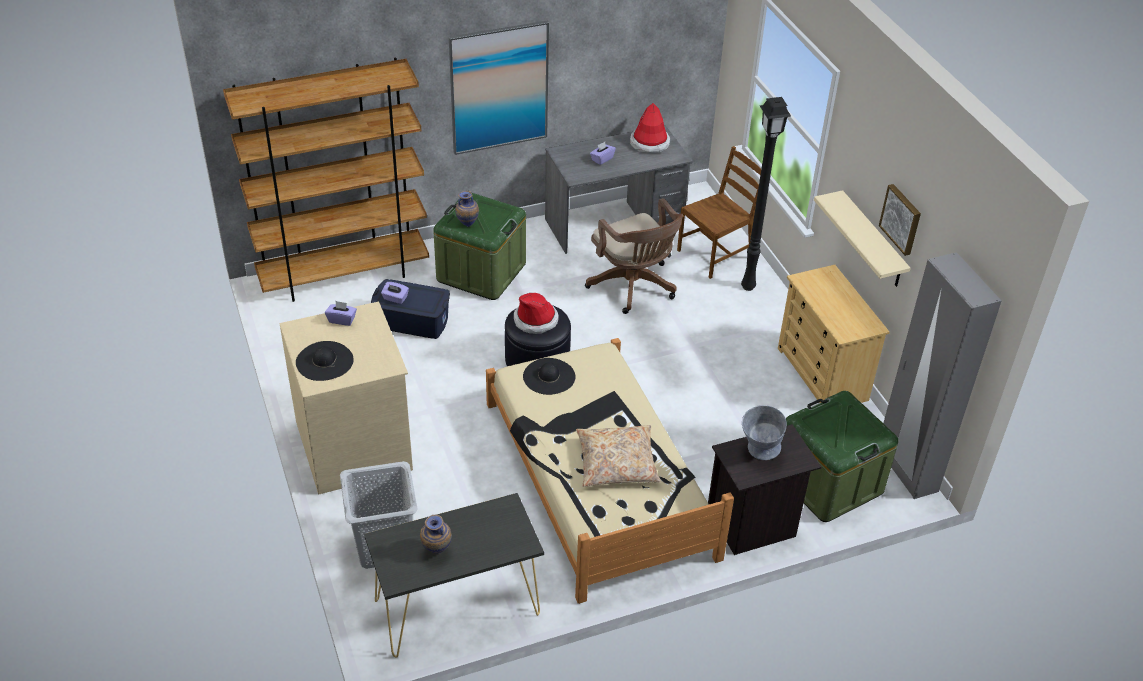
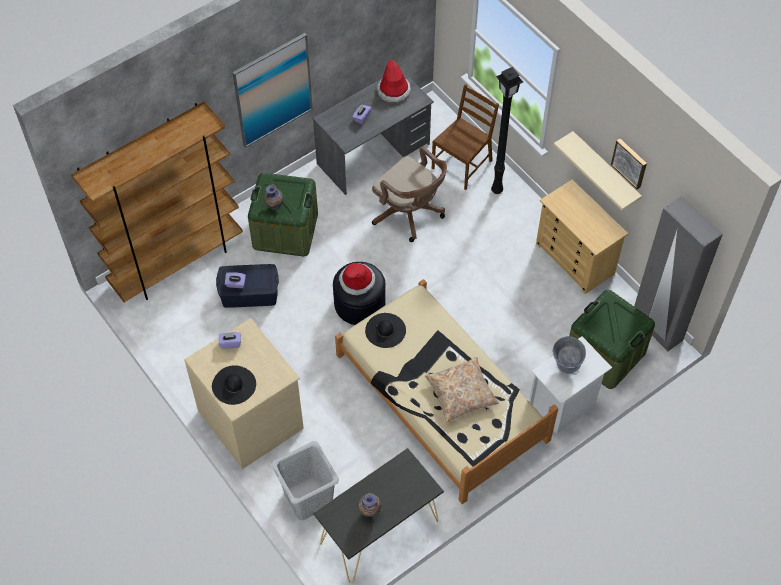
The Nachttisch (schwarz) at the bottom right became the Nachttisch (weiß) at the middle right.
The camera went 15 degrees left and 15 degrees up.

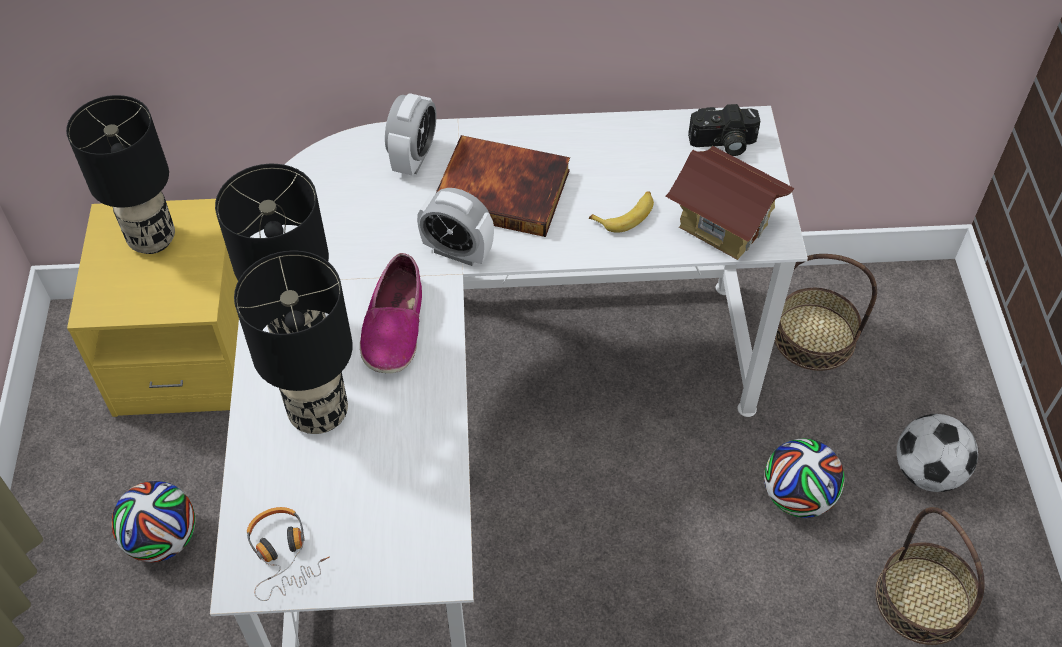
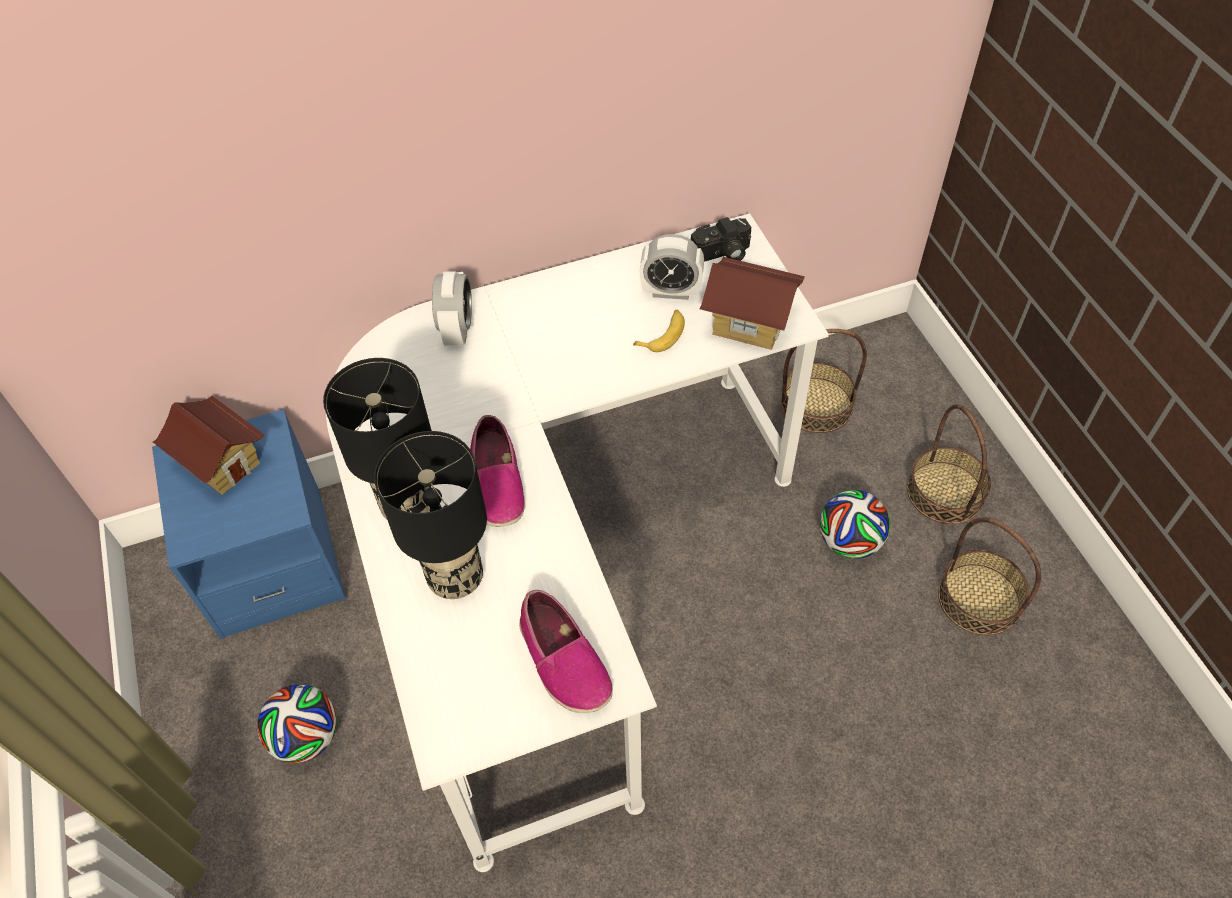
The Nachttisch (gelb) at the middle left became the Nachttisch (blau) at the middle left.
The Tischlampe (schwarz) (no. 1 from left) at the top left was replaced by the Spielzeughaus (no. 1 from left) at the middle left.
The Schuh (no. 2 from left) at the bottom centre appeared.
The Wecker (no. 2 from left) moved from the centre to the top centre.
The Fußball (no. 3 from left) at the bottom right was replaced by the Korb (no. 2 from left) at the middle right.
The Kopfhörer at the bottom left disappeared.
The Buch at the top centre disappeared.
The camera went 15 degrees left and 0 degrees up.

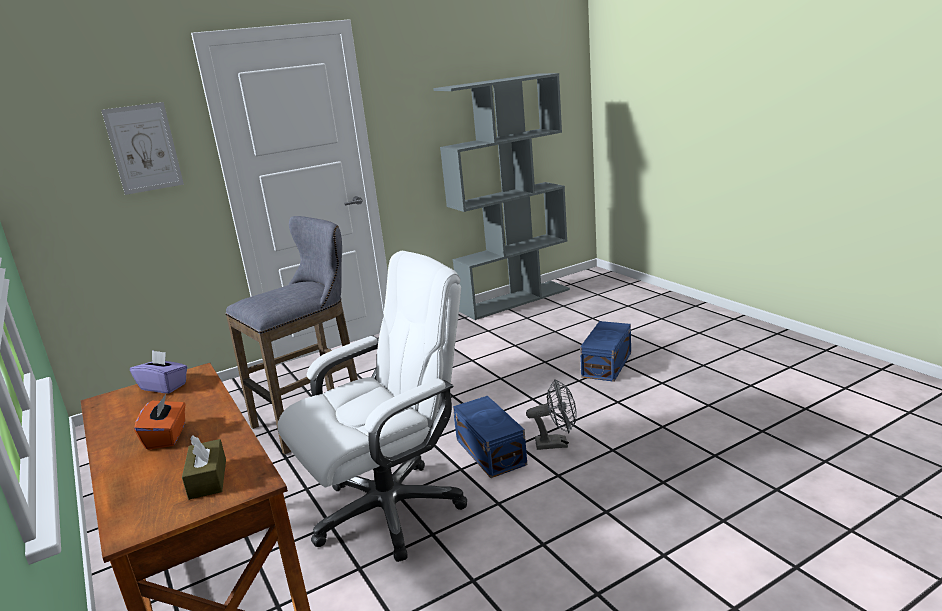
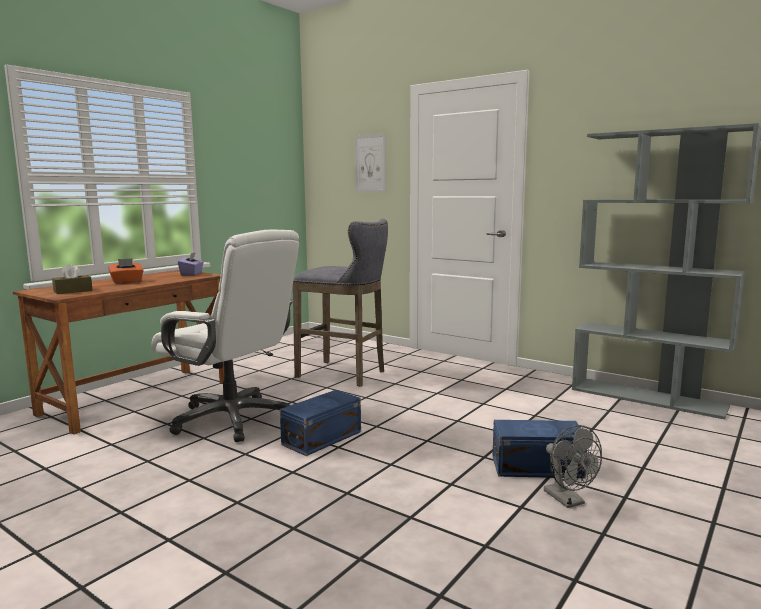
The Ventilator (grau) moved from the bottom centre to the bottom right.
The camera went 65 degrees right and 10 degrees down.

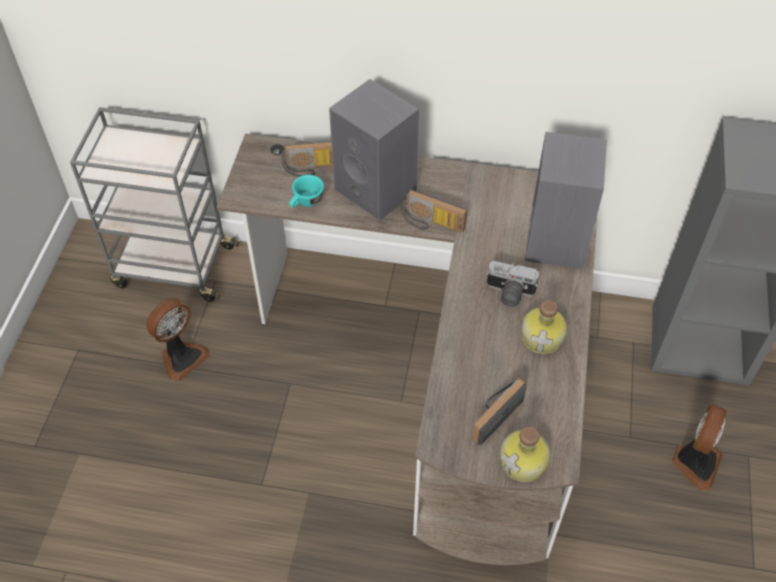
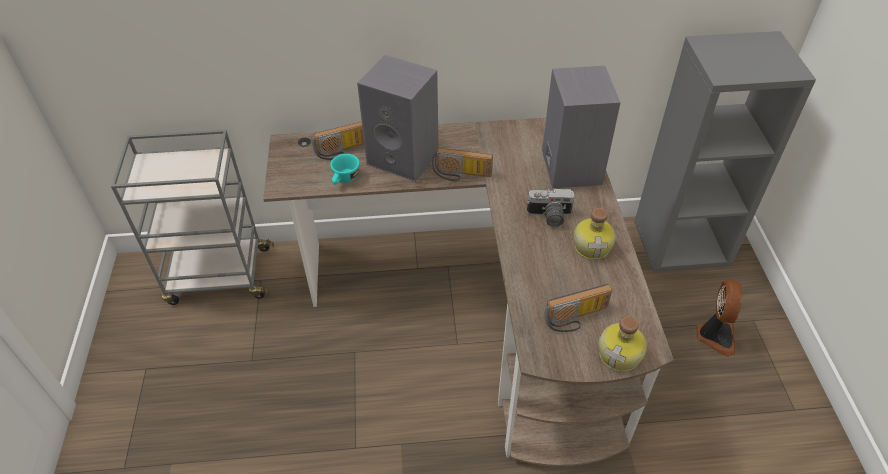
The Radio (no. 3 from left) at the bottom centre turned 135 degrees counterclockwise.
The Ventilator (no. 1 from left) at the middle left disappeared.
The camera went 15 degrees left and 5 degrees down.

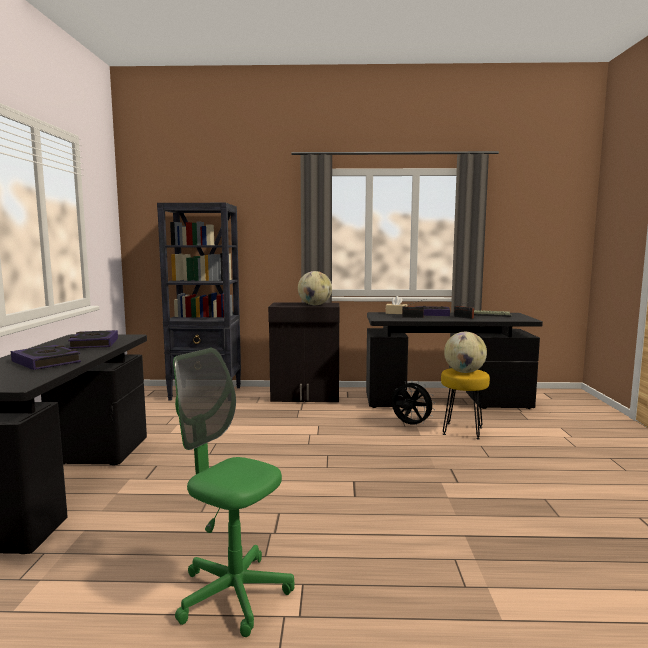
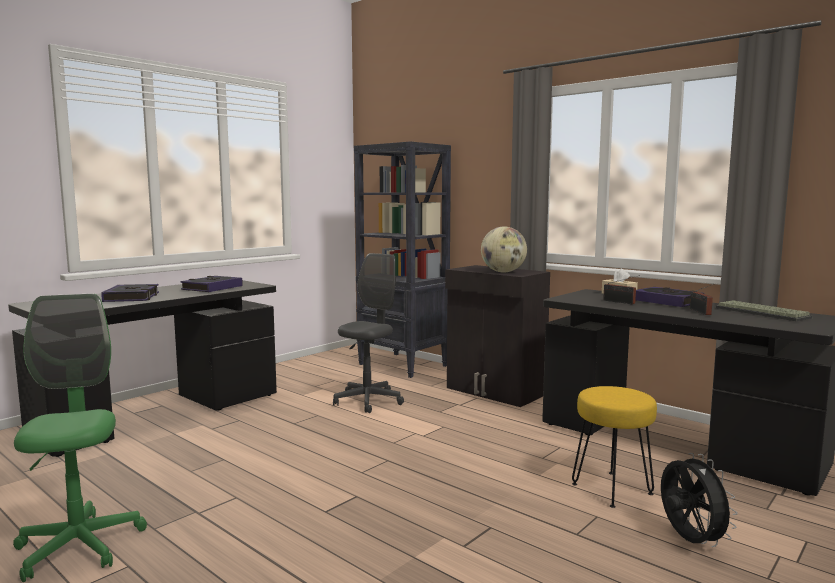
The Bürostuhl (grau) at the centre appeared.
The Ventilator (schwarz) moved from the centre to the bottom right.
The Globus (no. 2 from left) at the middle right disappeared.
The camera went 40 degrees right and 0 degrees up.

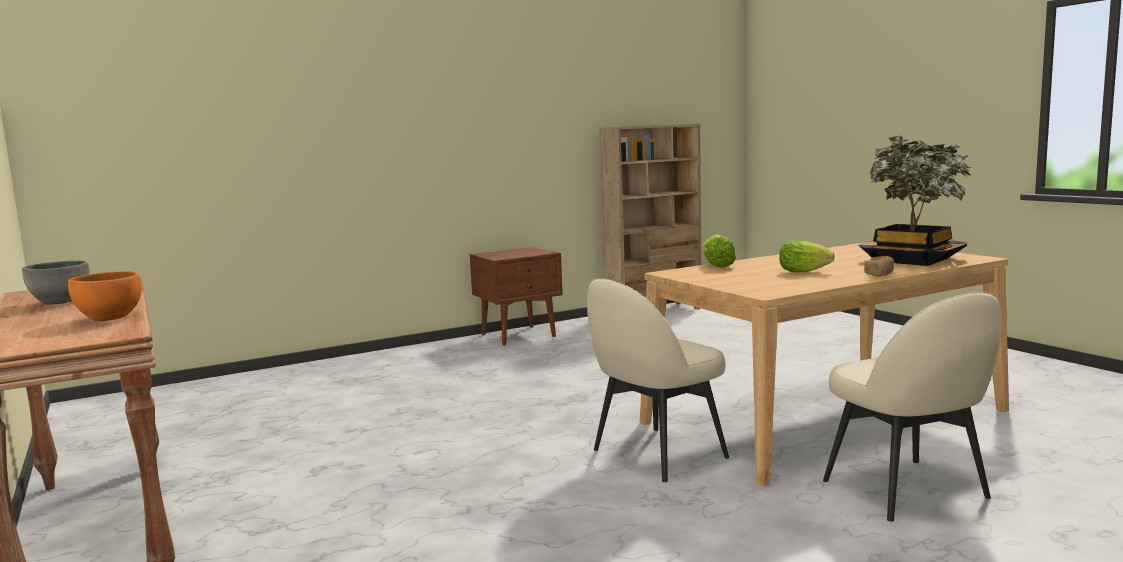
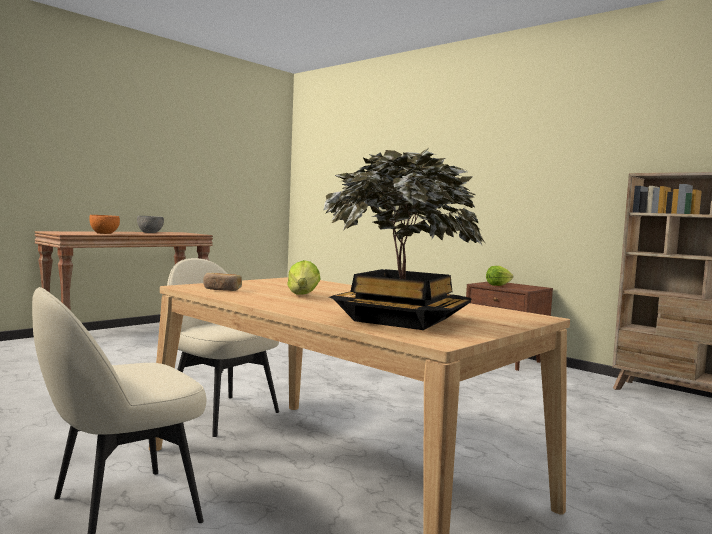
The Brot moved from the middle right to the middle left.
The Salatkopf (no. 1 from left in the first image) moved from the centre to the middle right.
The camera went 70 degrees right and 5 degrees down.

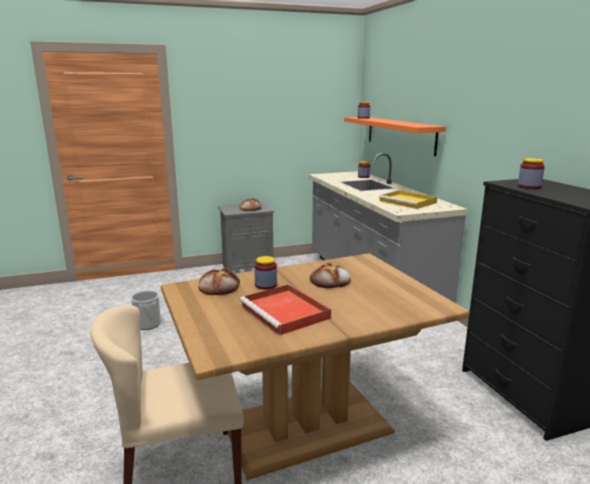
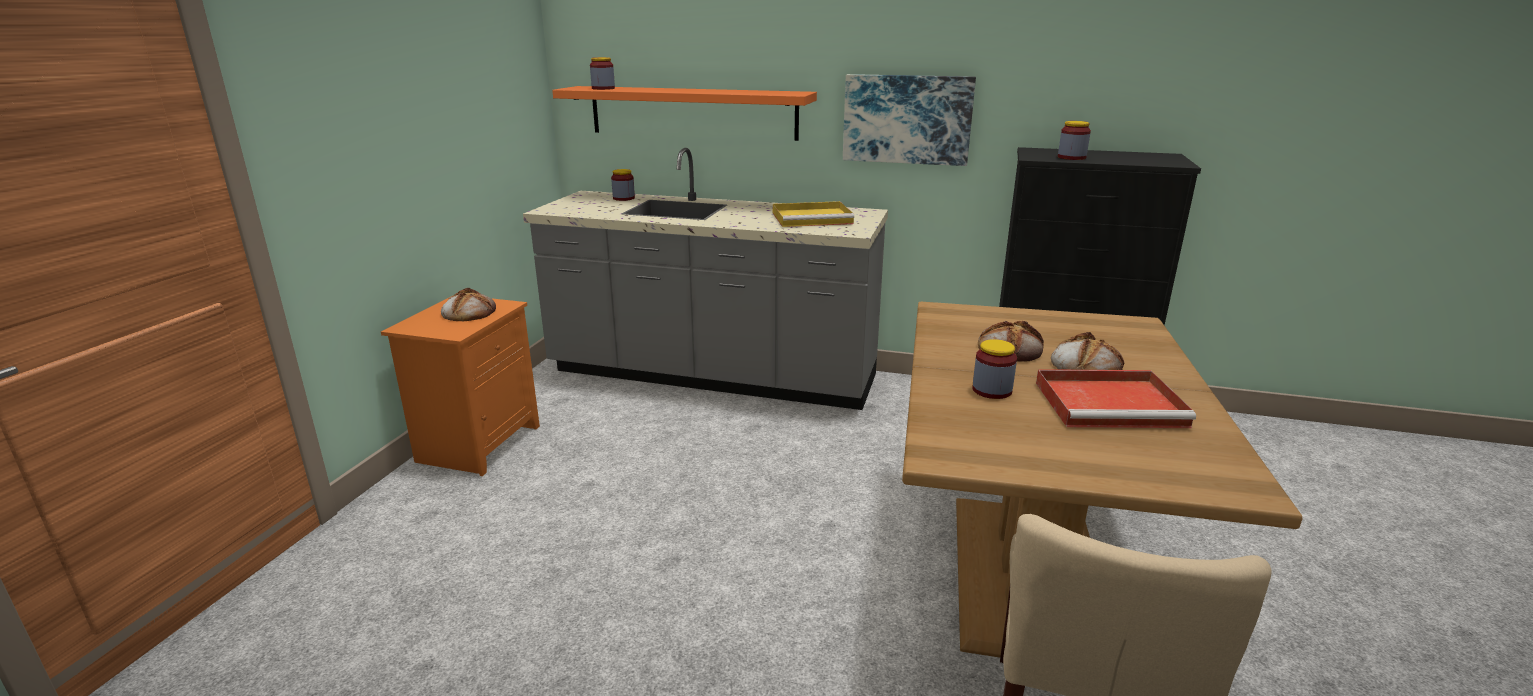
The Nachttisch (grau) at the centre became the Nachttisch (orange) at the middle left.
The Bild at the top centre appeared.
The Brot (no. 1 from left in the first image) moved from the centre to the middle right.
The Eimer at the middle left disappeared.
The camera went 55 degrees left and 5 degrees up.

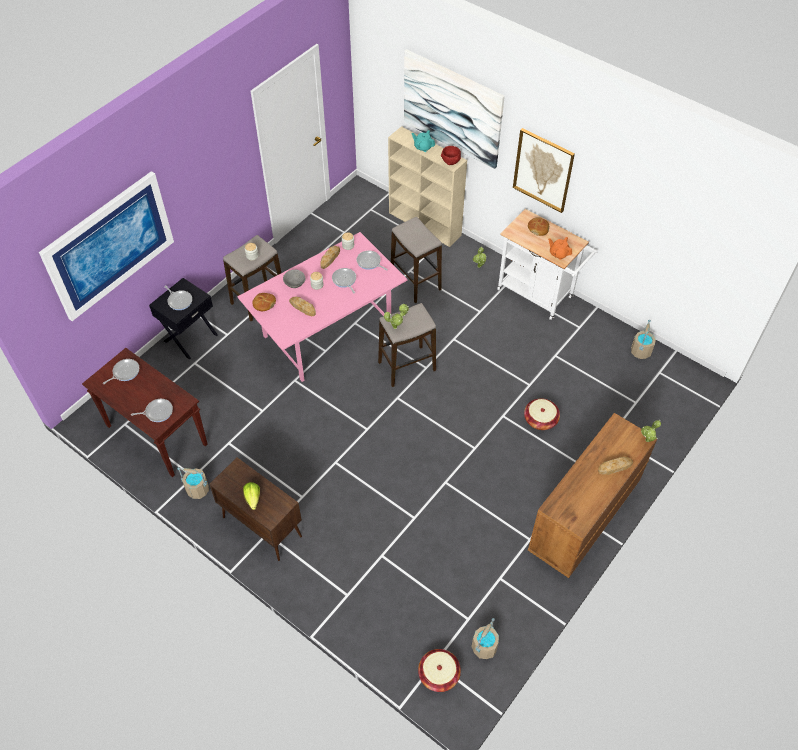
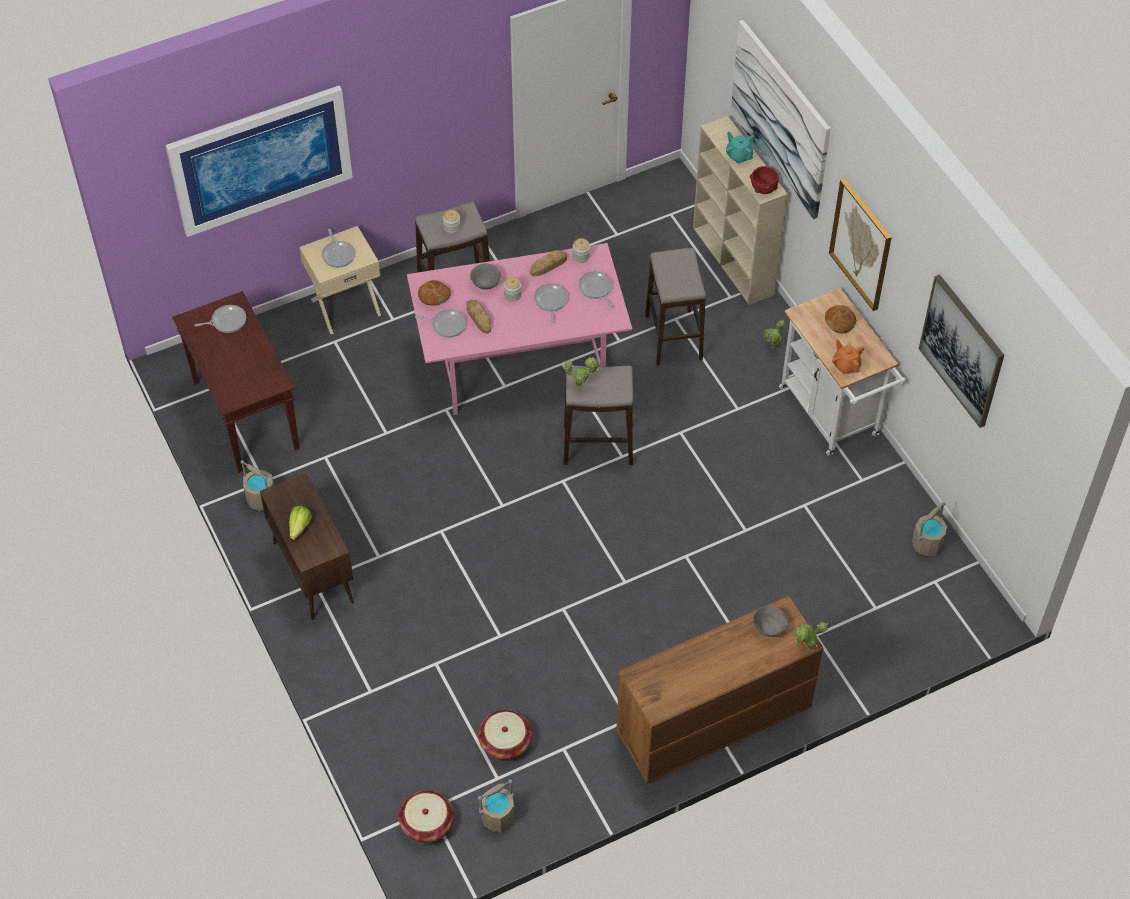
The Nachttisch (schwarz) at the middle left became the Nachttisch (beige) at the top left.
The Pfanne (no. 2 from left in the first image) moved from the middle left to the centre.
The Korb (no. 2 from left) moved from the middle right to the bottom centre.
The Schüssel (grau) (no. 2 from left) at the bottom right appeared.
The Bild (no. 4 from left) at the middle right appeared.
The Brot (no. 5 from left) at the middle right disappeared.
The camera went 25 degrees right and 0 degrees up.

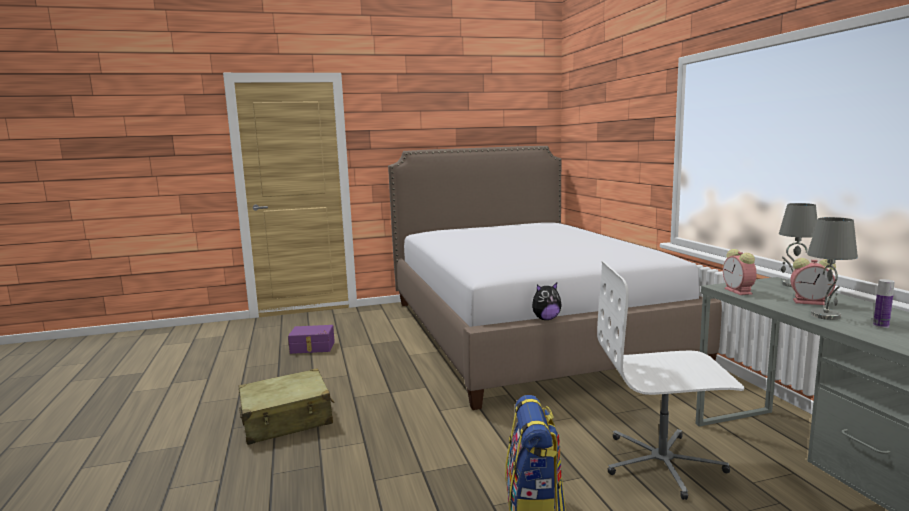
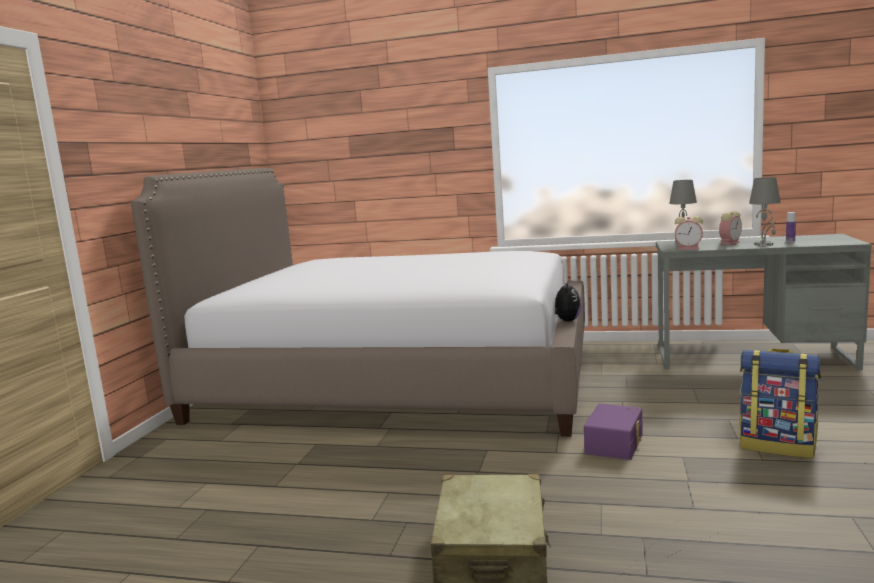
The Aufbewahrungsbox (lila) moved from the centre to the bottom right.
The Bürostuhl (weiß) at the bottom right disappeared.
The camera went 60 degrees left and 0 degrees up.

